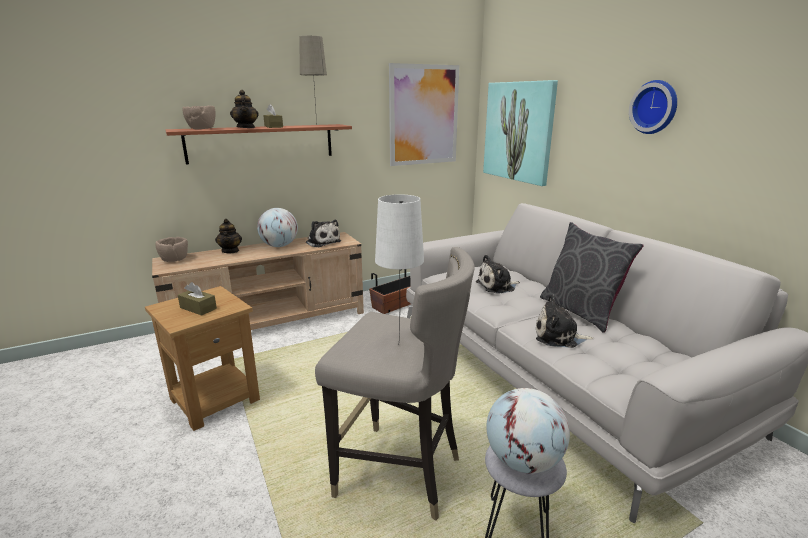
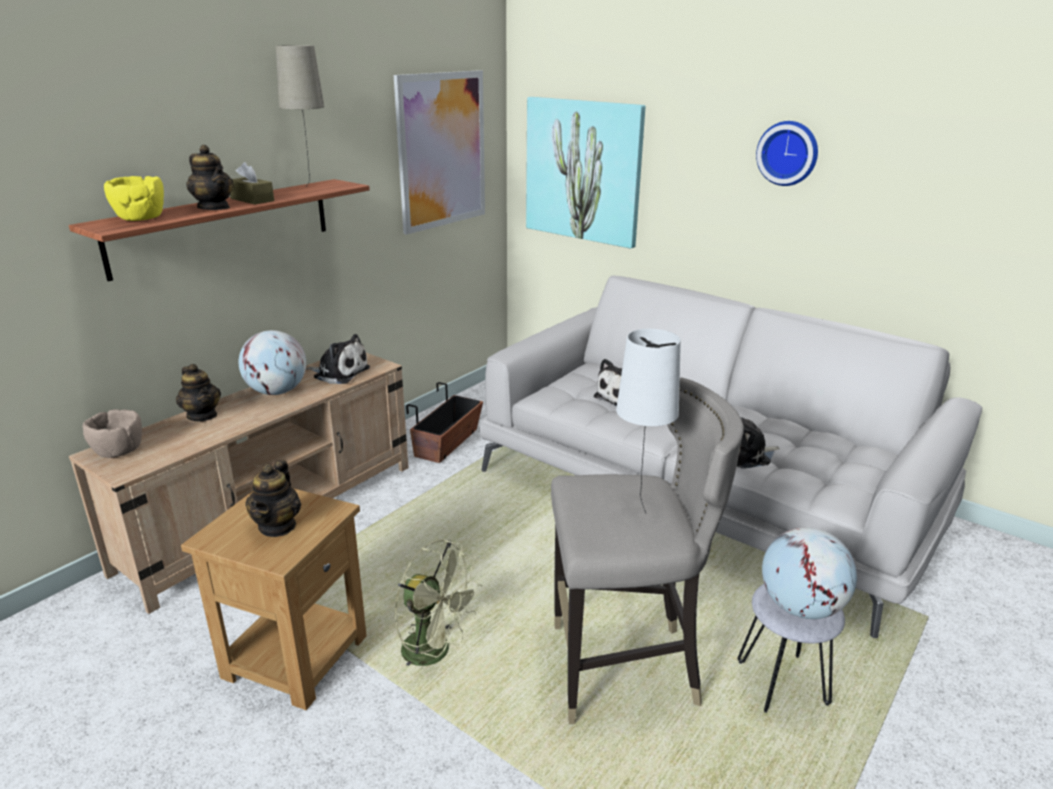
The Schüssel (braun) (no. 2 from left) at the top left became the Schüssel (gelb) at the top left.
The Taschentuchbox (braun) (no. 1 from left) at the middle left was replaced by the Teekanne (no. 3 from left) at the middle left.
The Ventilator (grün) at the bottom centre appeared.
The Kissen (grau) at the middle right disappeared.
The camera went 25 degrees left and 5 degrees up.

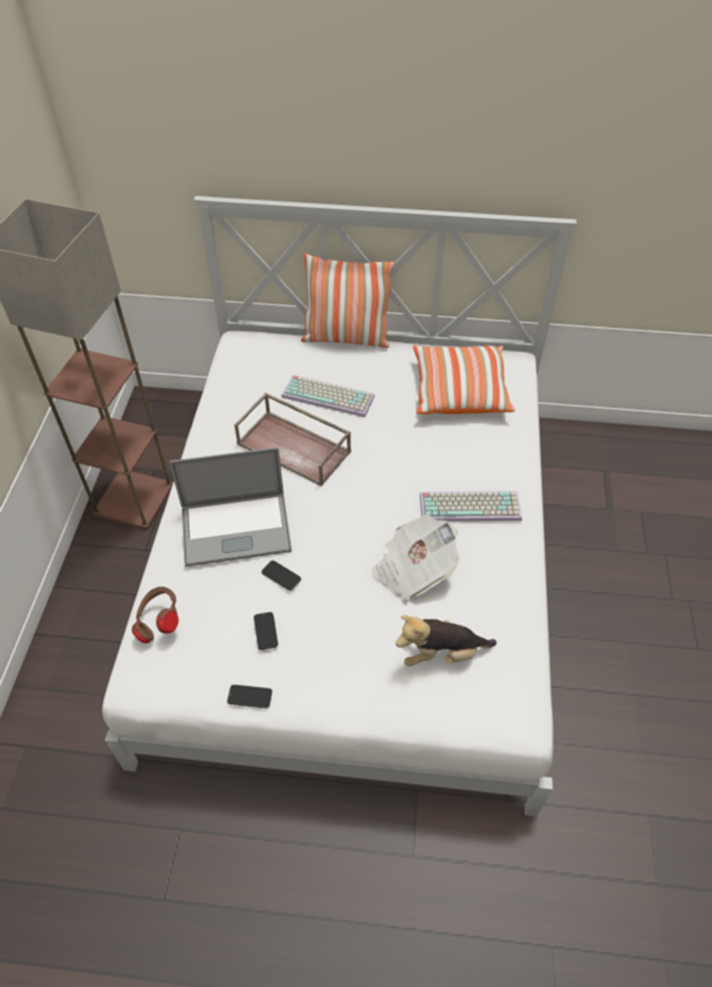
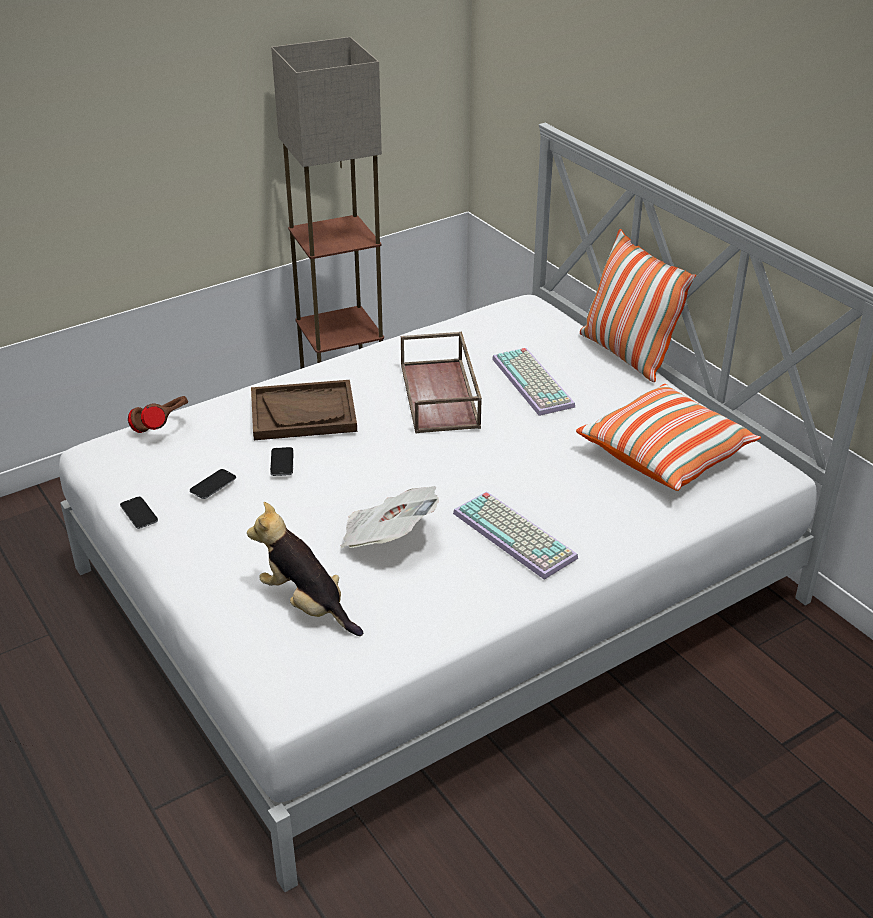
The Laptop at the middle left was replaced by the Tablett (braun) (no. 1 from left) at the centre.
The camera went 50 degrees right and 15 degrees down.

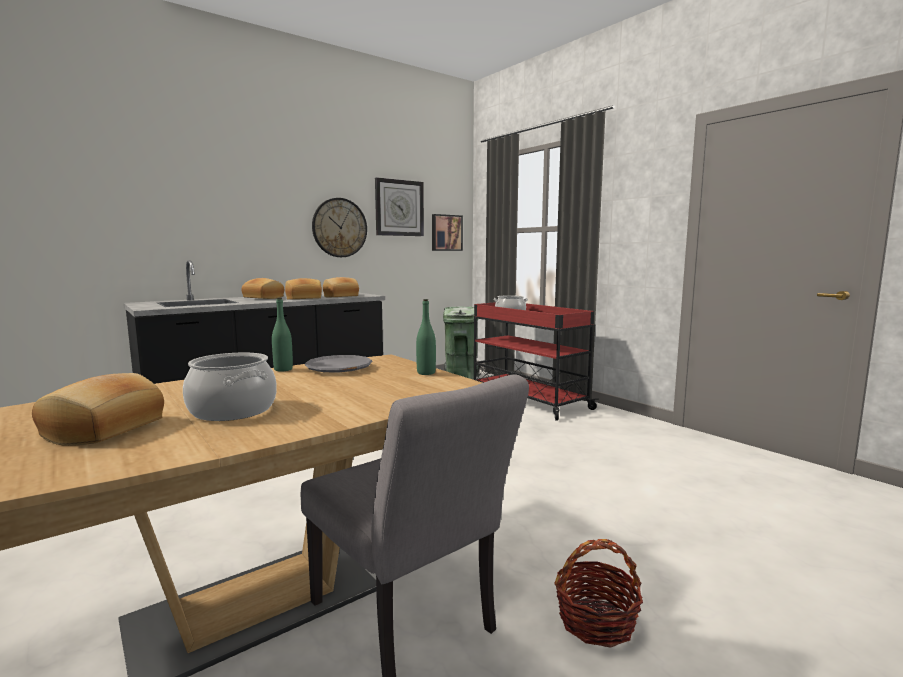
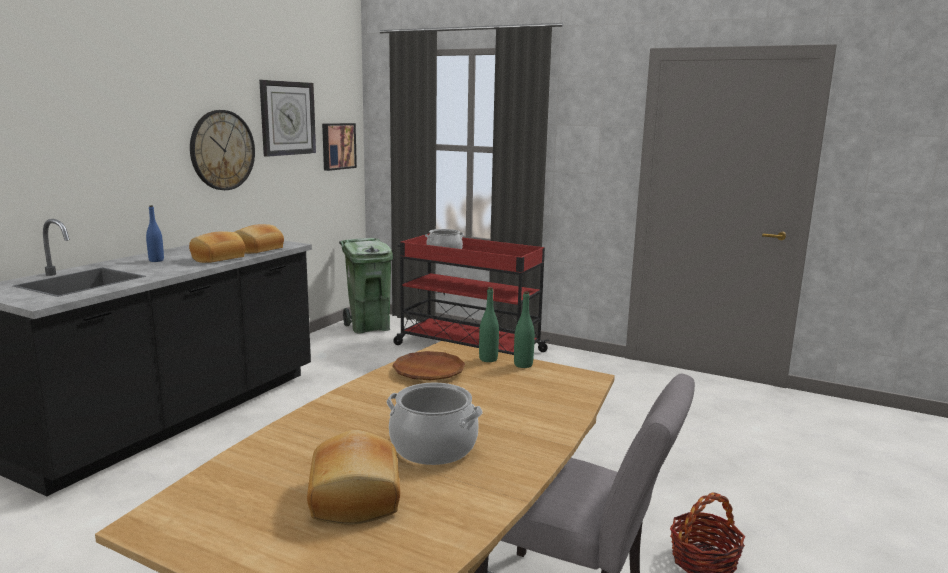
The Brot (no. 2 from left) at the middle left was replaced by the Flasche (blau) at the middle left.
The Teller (grau) at the centre became the Teller (braun) at the centre.
The Flasche (grün) (no. 1 from left) moved from the middle left to the centre.
The camera went 25 degrees left and 5 degrees up.

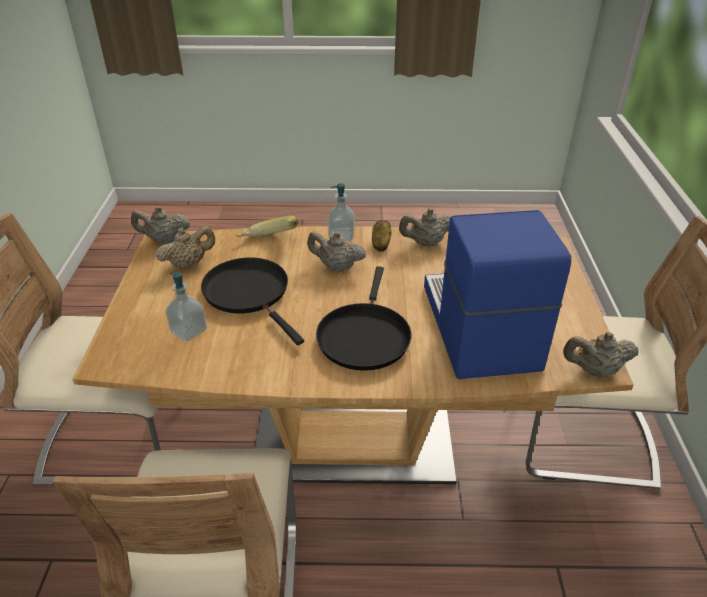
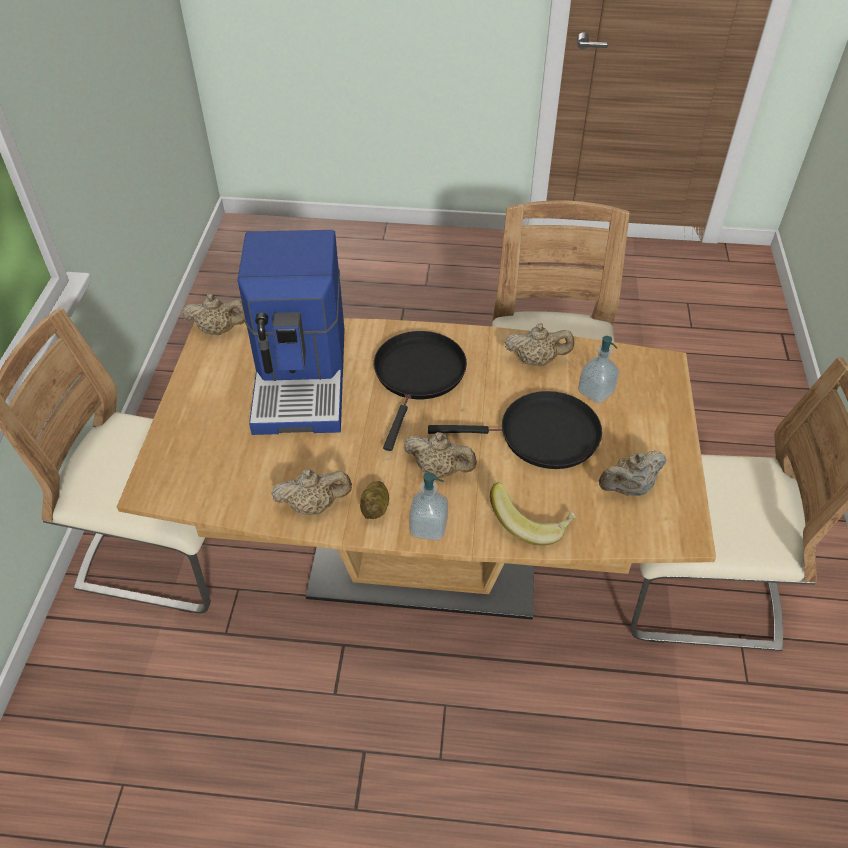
The Pfanne (schwarz) (no. 1 from left in the first image) at the centre turned 60 degrees counterclockwise.
The Teekanne (beige) (no. 1 from left in the first image) moved from the middle left to the centre.
The camera went 175 degrees left and 10 degrees up.

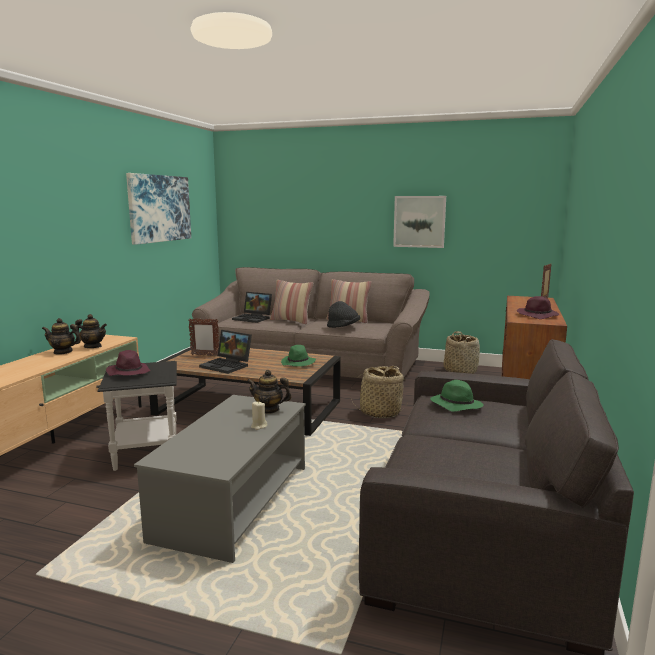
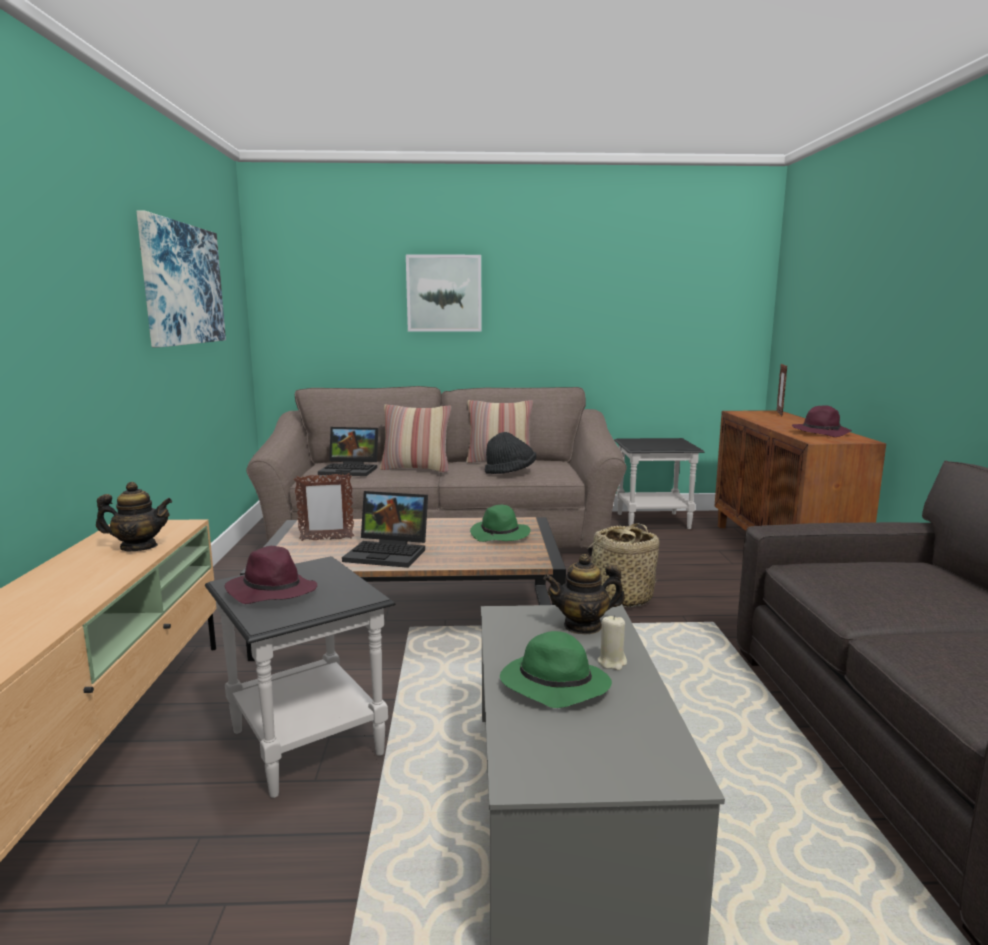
The Bild (no. 2 from left) moved from the centre to the top centre.
The Hut (grün) (no. 2 from left) moved from the middle right to the bottom centre.
The Korb (no. 2 from left) at the middle right was replaced by the Beistelltisch (schwarz) (no. 2 from left) at the middle right.
The Teekanne (no. 1 from left) at the middle left disappeared.
The camera went 20 degrees left and 0 degrees up.

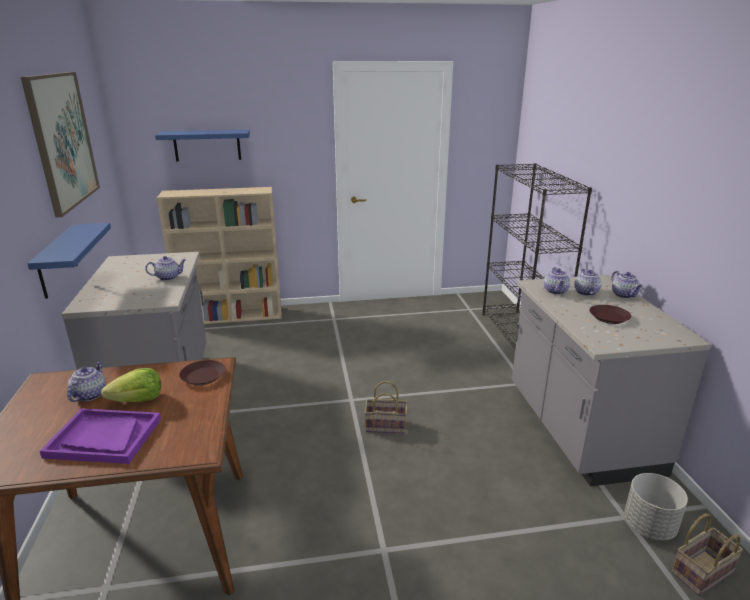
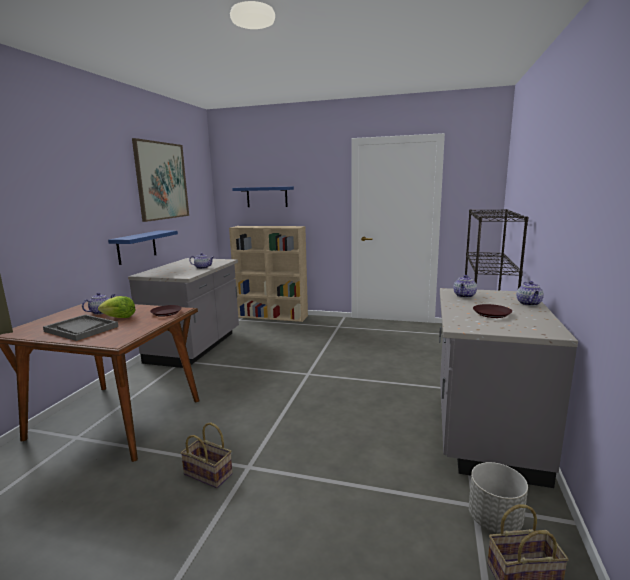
The Tablett (lila) at the bottom left became the Tablett (grau) at the middle left.
The Korb (no. 1 from left) moved from the bottom centre to the bottom left.
The Teekanne (no. 4 from left) at the middle right disappeared.
The camera went 25 degrees right and 10 degrees down.

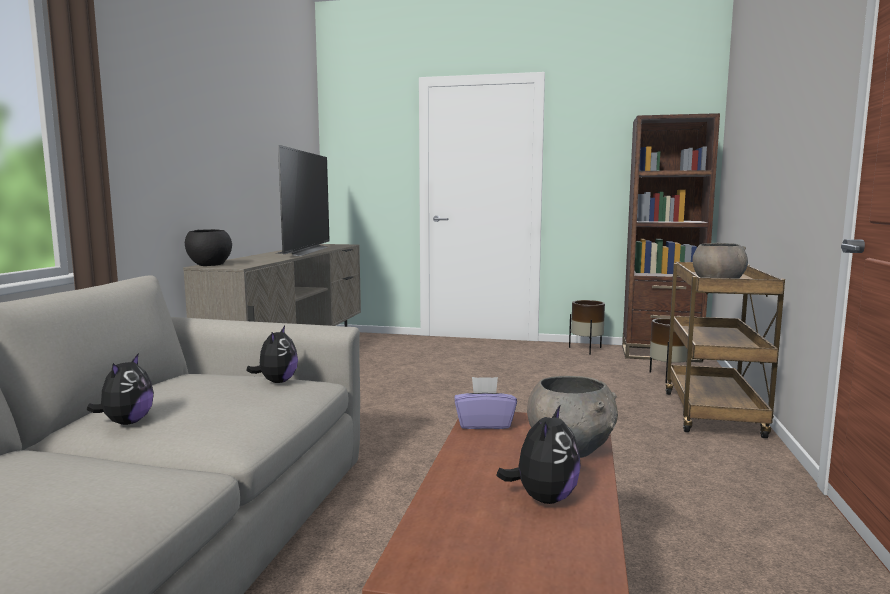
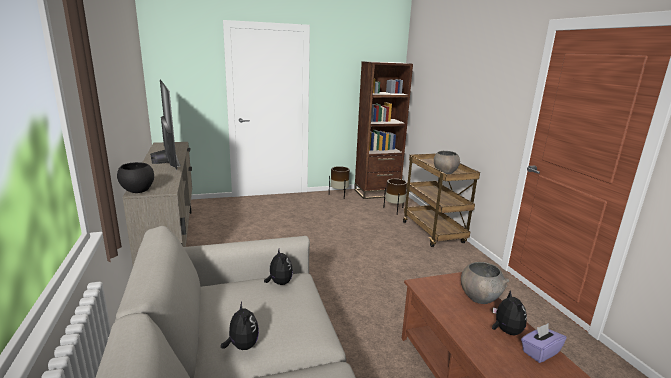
The Taschentuchbox (lila) moved from the bottom centre to the bottom right.
The camera went 30 degrees left and 10 degrees up.

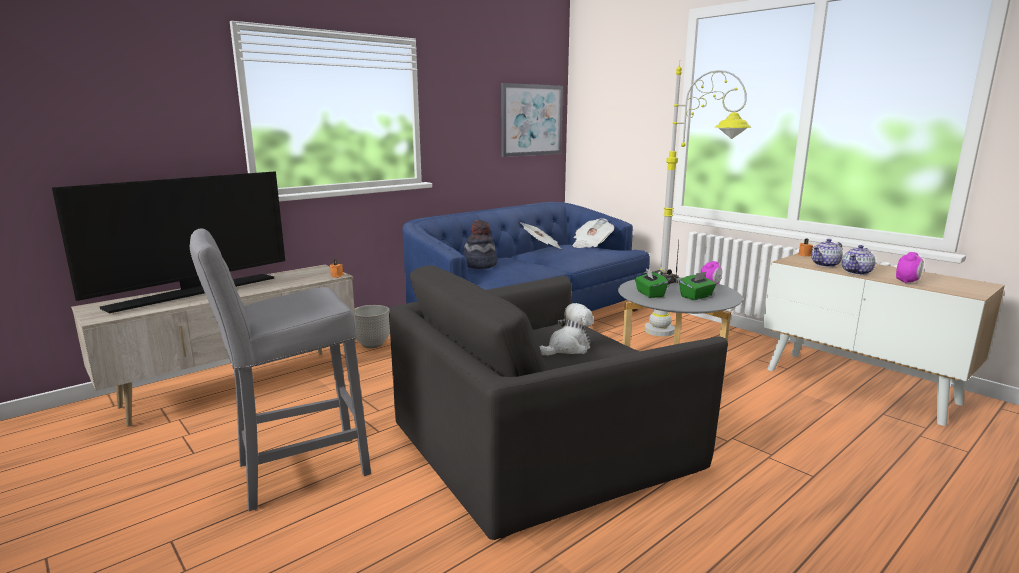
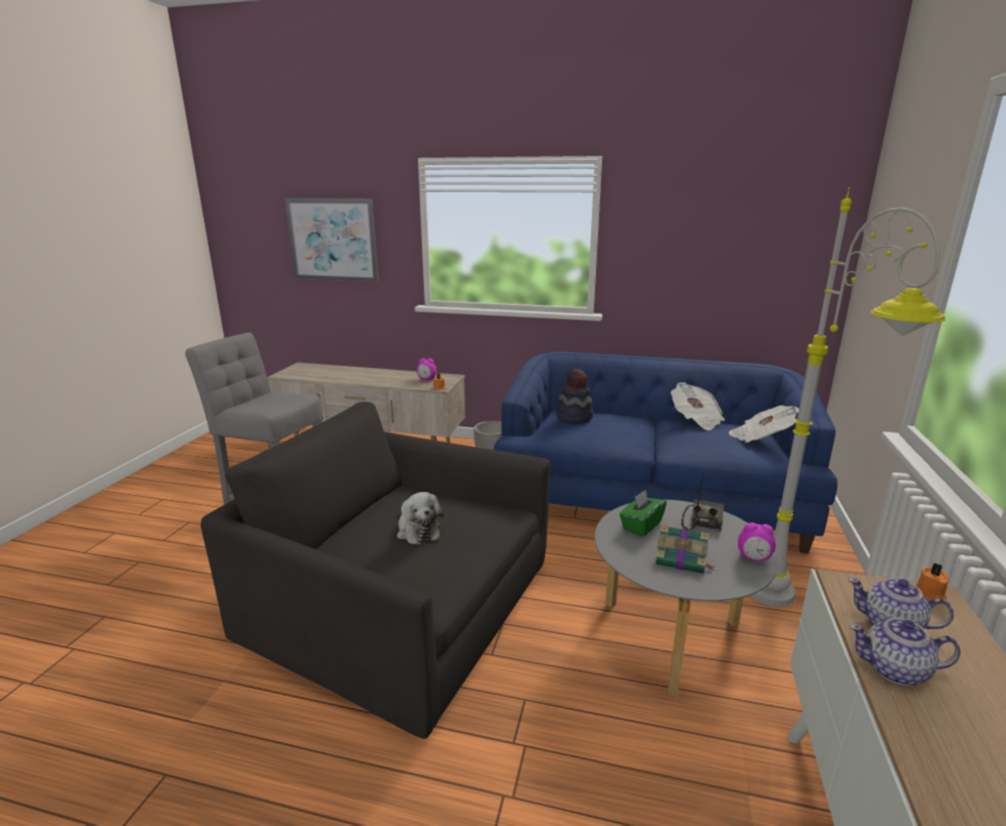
The Bild moved from the top centre to the top left.
The Plüschtier at the centre turned 45 degrees clockwise.
The Wecker (no. 2 from left in the first image) moved from the middle right to the centre.
The Taschentuchbox (grün) (no. 2 from left) at the middle right was replaced by the Buch at the middle right.
The Fernseher at the middle left disappeared.
The camera went 55 degrees right and 5 degrees up.

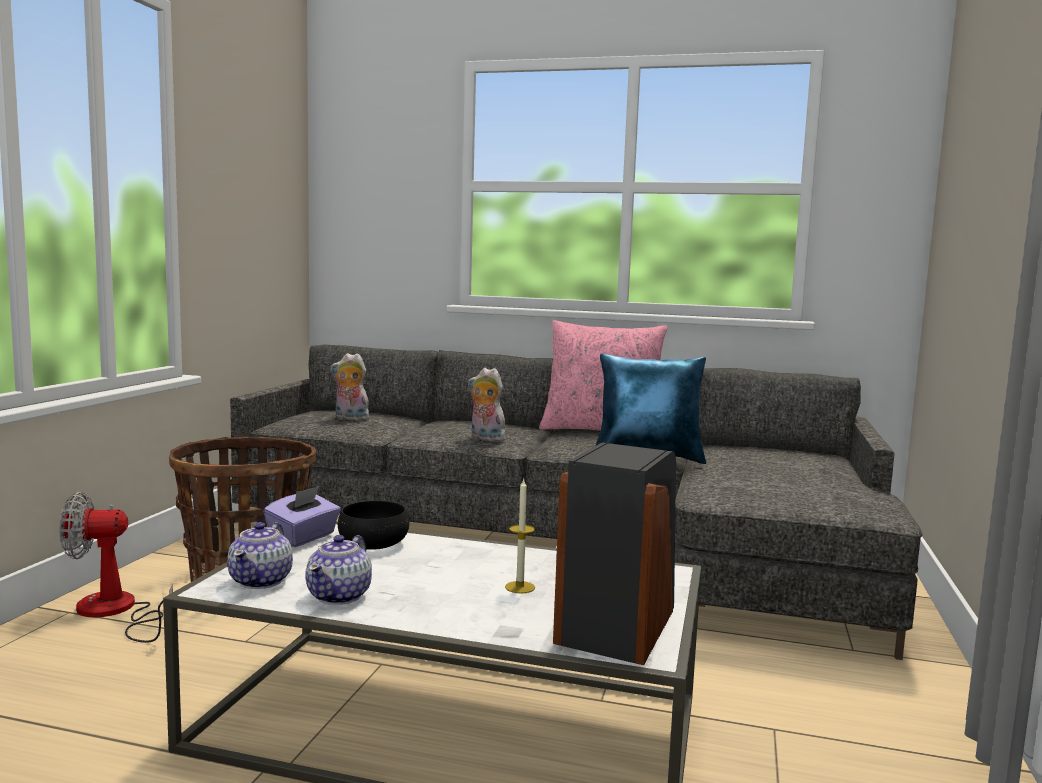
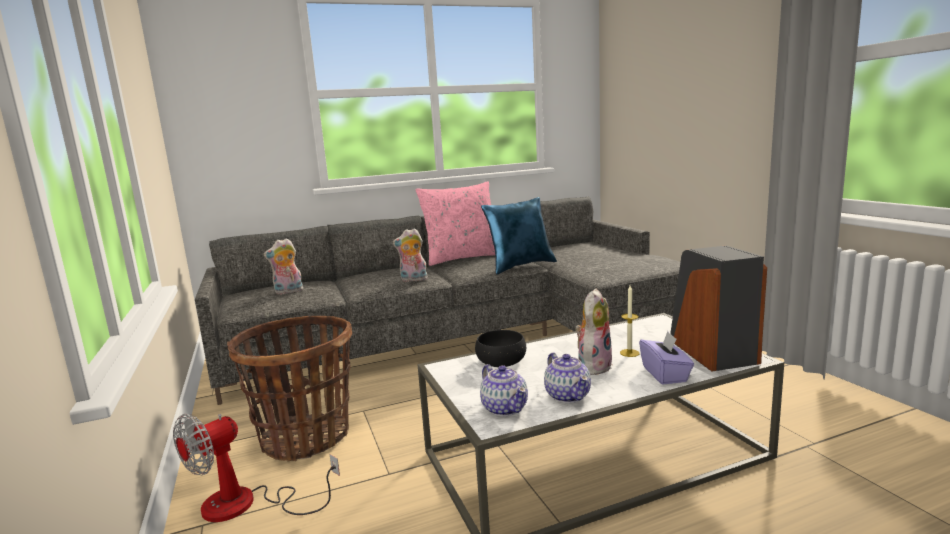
The Plüschtier (no. 3 from left) at the centre appeared.
The Taschentuchbox (lila) moved from the middle left to the bottom right.
The camera went 35 degrees left and 5 degrees up.

